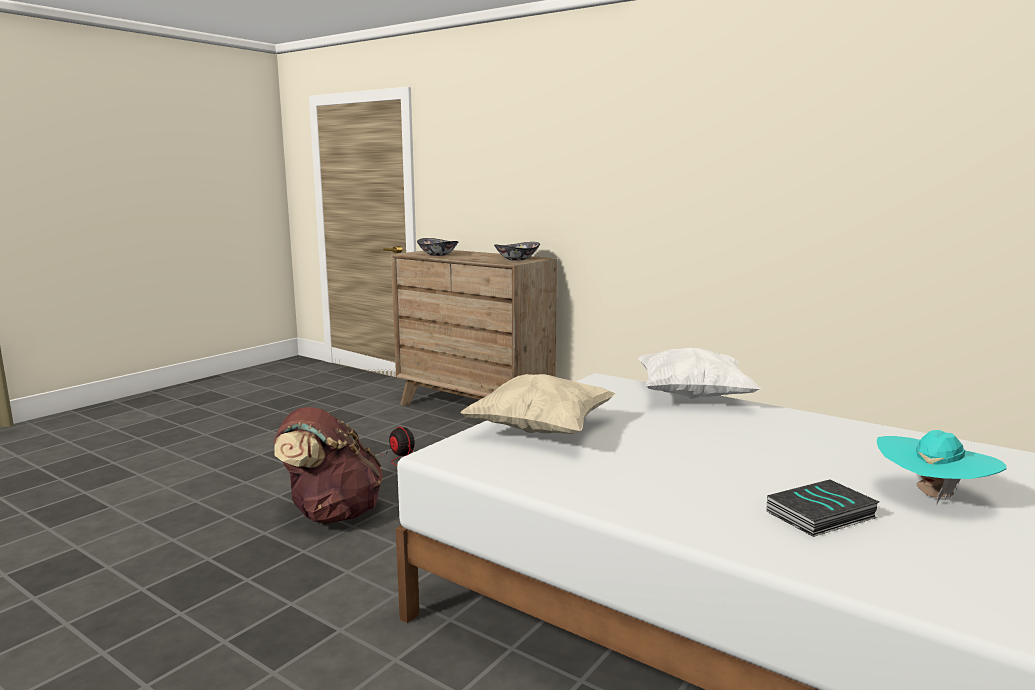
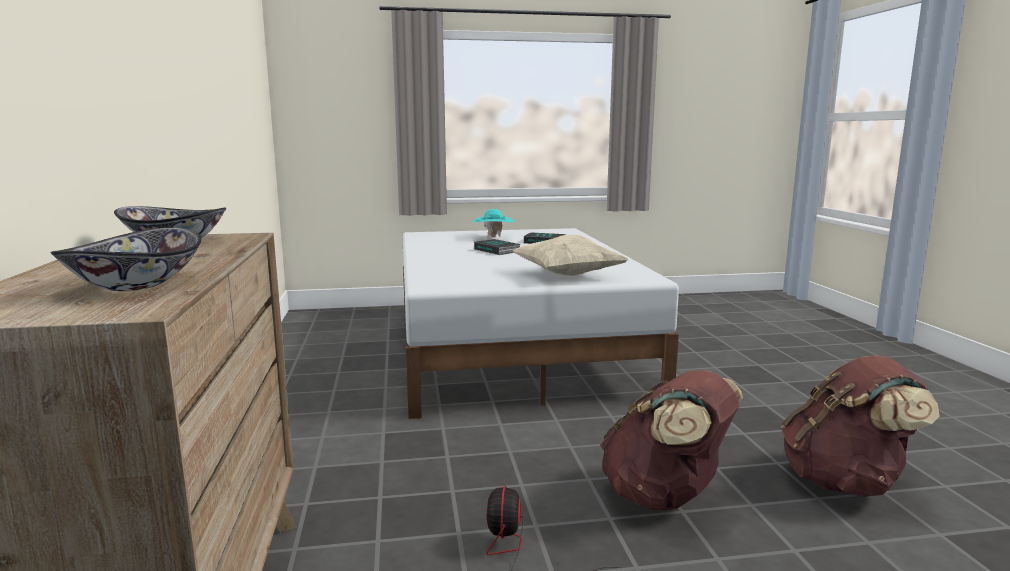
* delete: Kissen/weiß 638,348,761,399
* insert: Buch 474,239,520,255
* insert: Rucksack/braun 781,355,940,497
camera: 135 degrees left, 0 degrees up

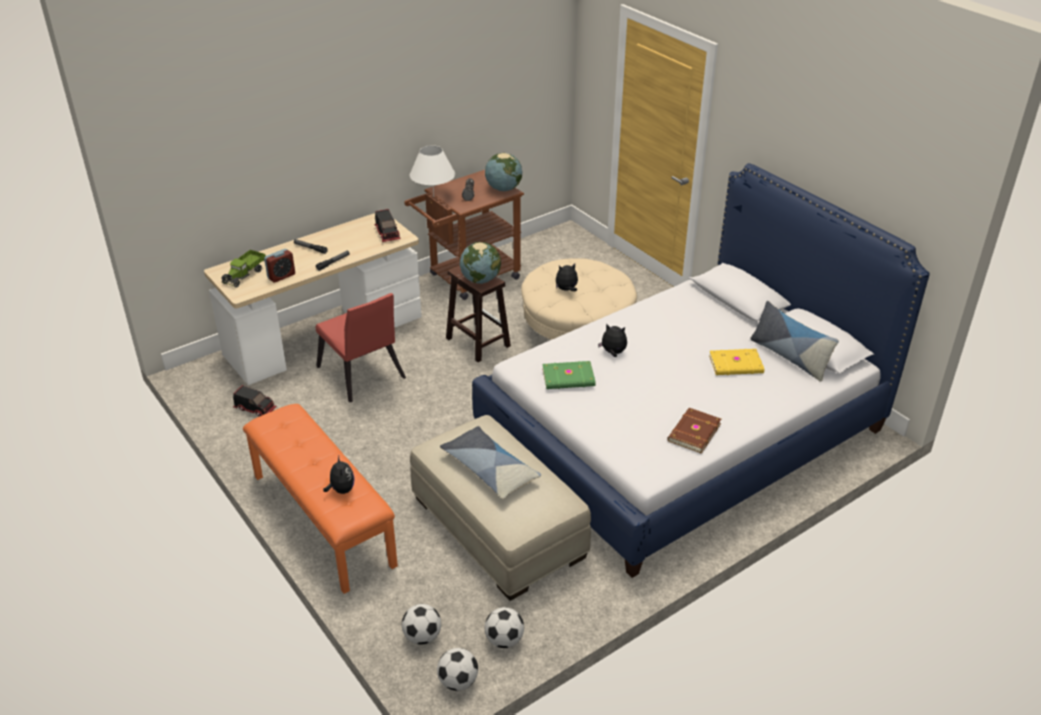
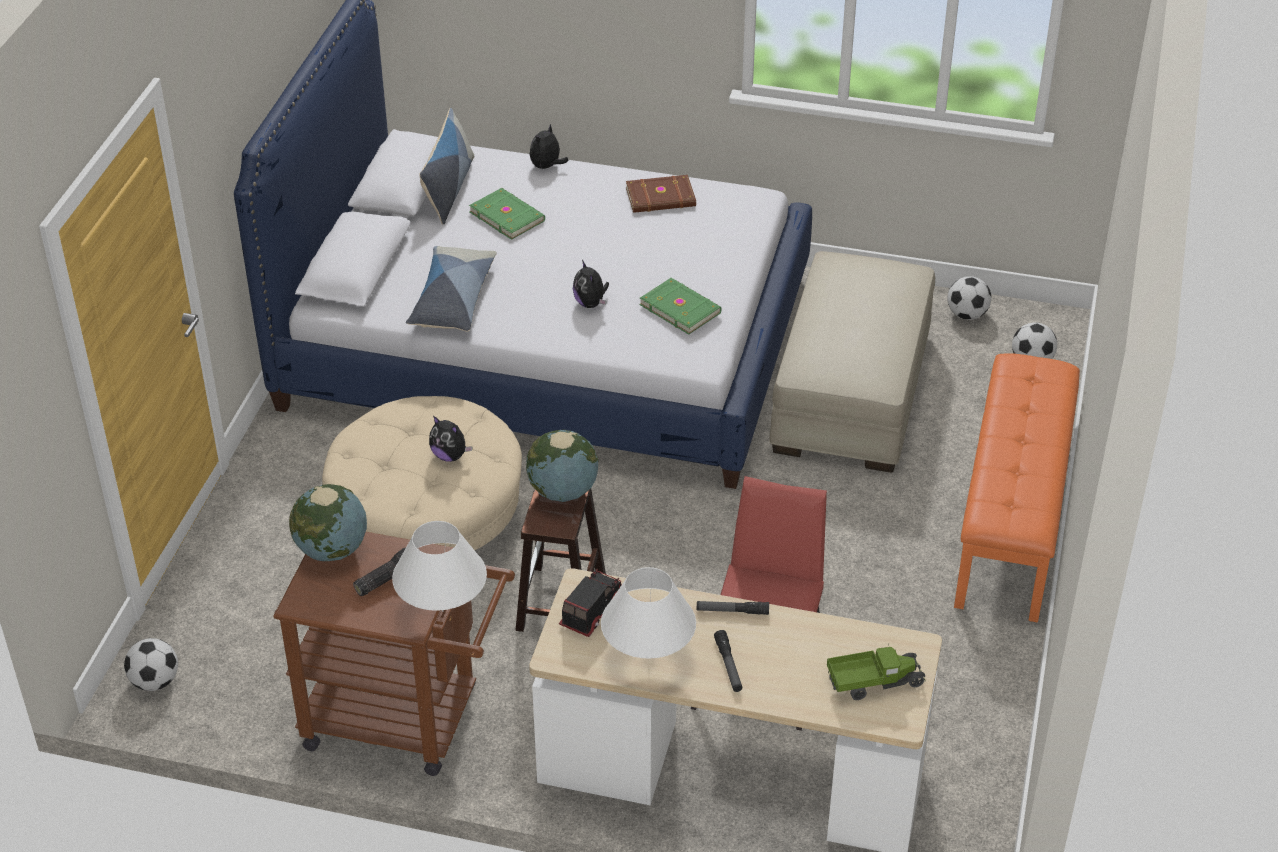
* delete: Spielzeuglaster 233,385,277,416
* delete: Wecker 264,249,295,282
* move: Plüschtier 323,456,354,494 to 530,124,569,169
* move: Fußball 437,648,478,691 to 124,638,178,691
* move: Kissen 440,426,541,499 to 406,246,497,332
* recolor: Buch/gelb 709,349,764,375 to Buch/grün 469,188,545,240
* insert: Tischlampe/weiß 601,567,696,659
camera: 130 degrees left, 5 degrees up

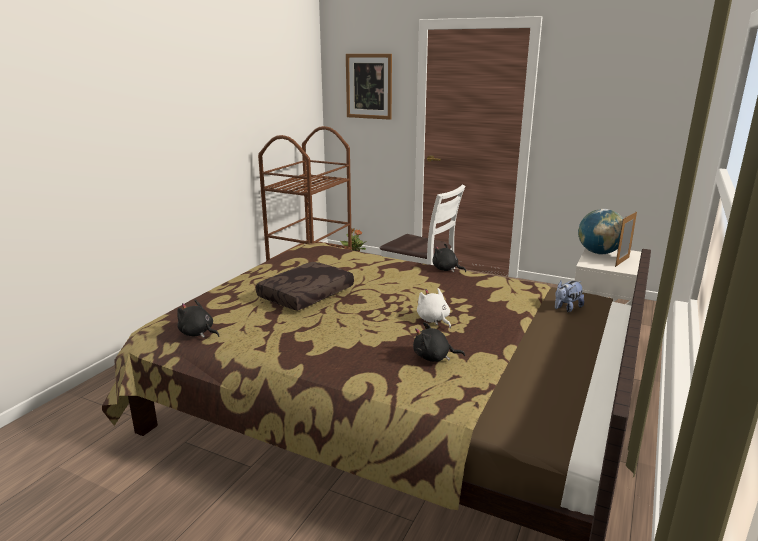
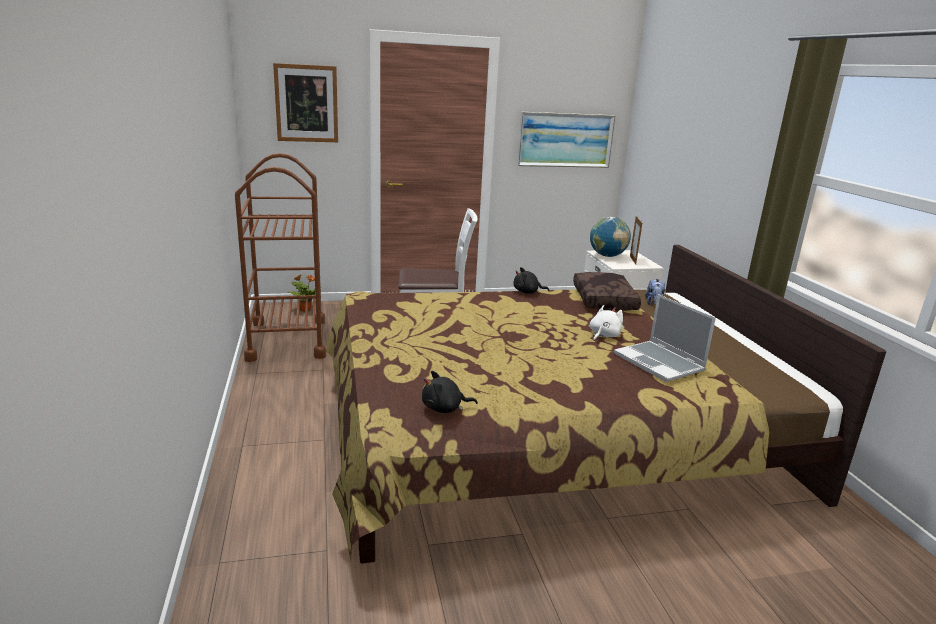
* move: Kissen/braun 256,262,354,311 to 573,272,641,311
* replace: Plüschtier/schwarz 413,322,465,362 to Laptop 614,294,716,382
* rotate: Plüschtier/weiß 417,288,451,328 = 590,305,623,341 105 degrees clockwise
* insert: Bild 517,112,616,168
camera: 40 degrees left, 0 degrees up

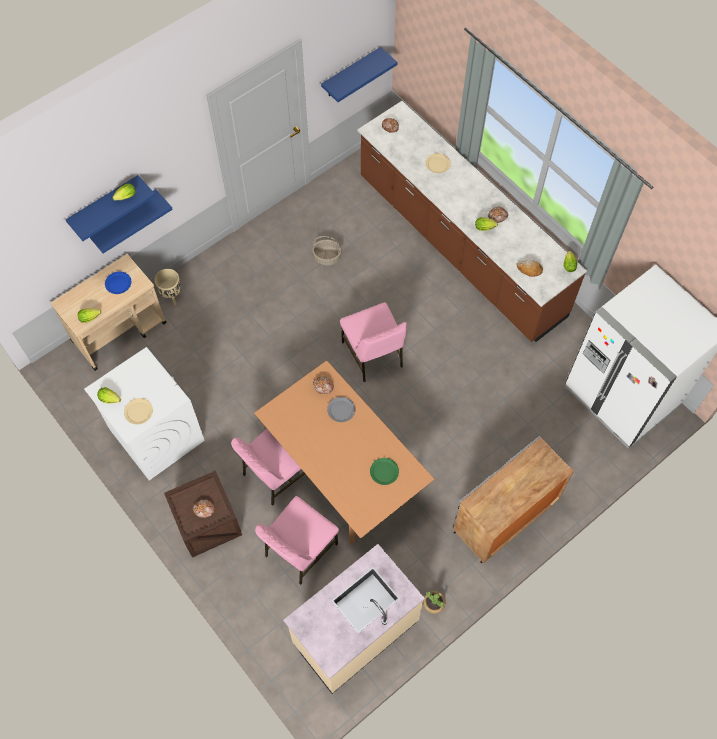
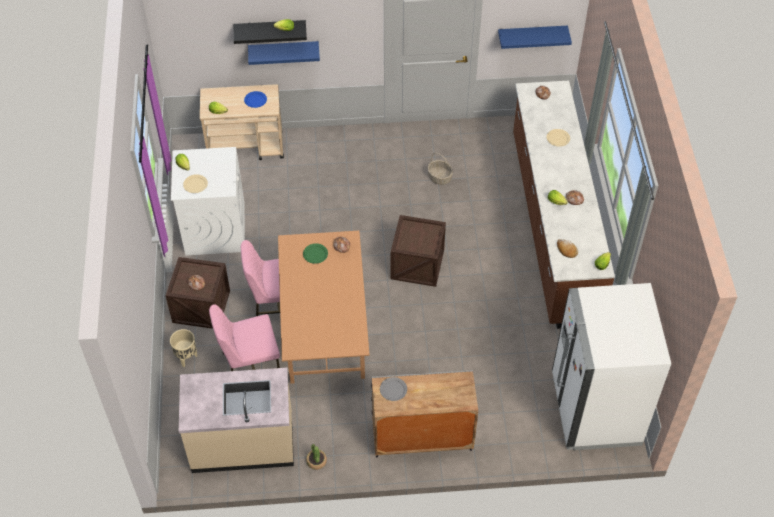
* recolor: Wandregal/blau 66,175,155,241 to Wandregal/schwarz 234,20,307,44
* move: Pflanzkübel/beige 154,269,181,305 to 170,329,197,367
* move: Teller/grau 327,397,355,422 to 380,377,407,401
* replace: Stuhl/rosa 340,302,407,382 to Kiste 391,215,446,287
* move: Teller/grün 370,458,399,485 to 303,243,328,264
camera: 35 degrees right, 10 degrees down

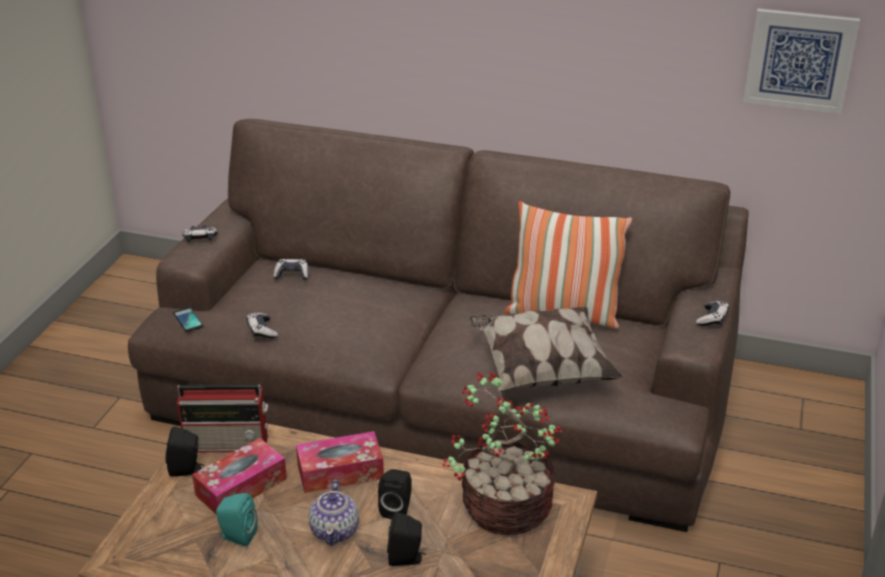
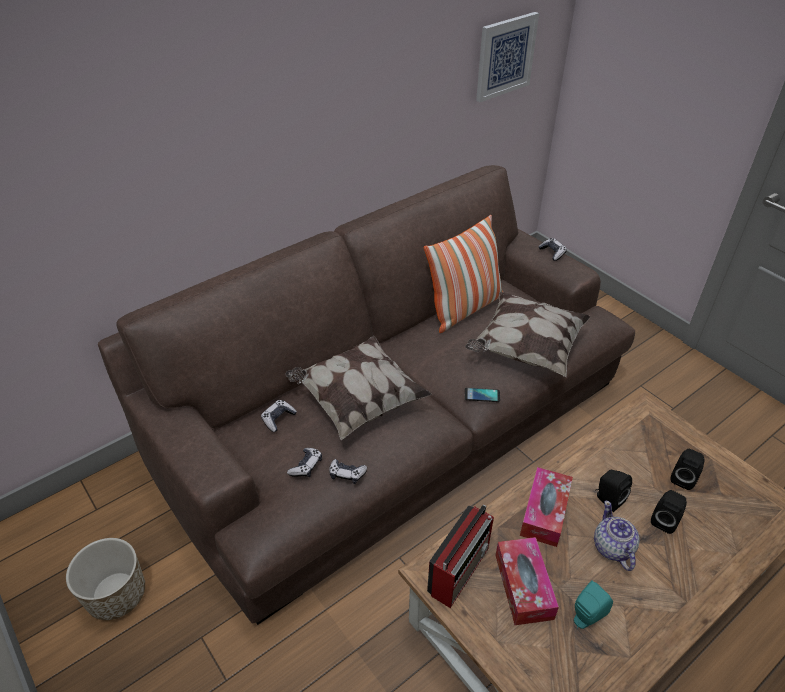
* move: Lautsprecher/schwarz 166,426,205,477 to 671,449,705,490
* move: Handy 173,307,203,332 to 465,388,500,402
* move: Gamepad 182,225,218,242 to 287,448,322,477
* rotate: Teekanne 309,480,359,546 = 594,501,640,571 135 degrees counterclockwise
* delete: Topfpflanze 442,372,562,535
* insert: Pflanzkübel 66,538,145,620
* insert: Kissen 285,336,432,440
camera: 55 degrees left, 10 degrees up

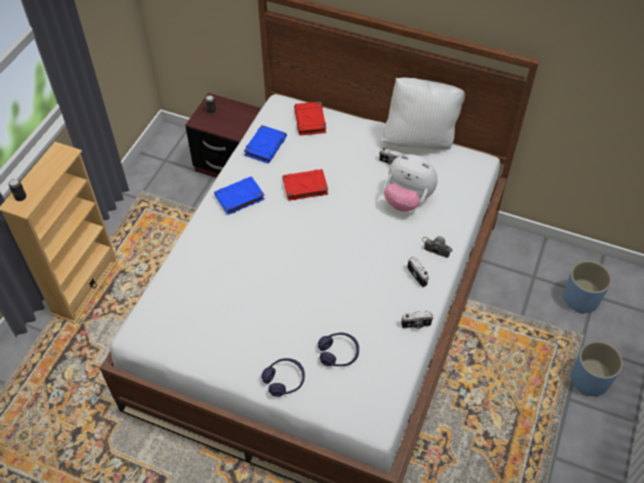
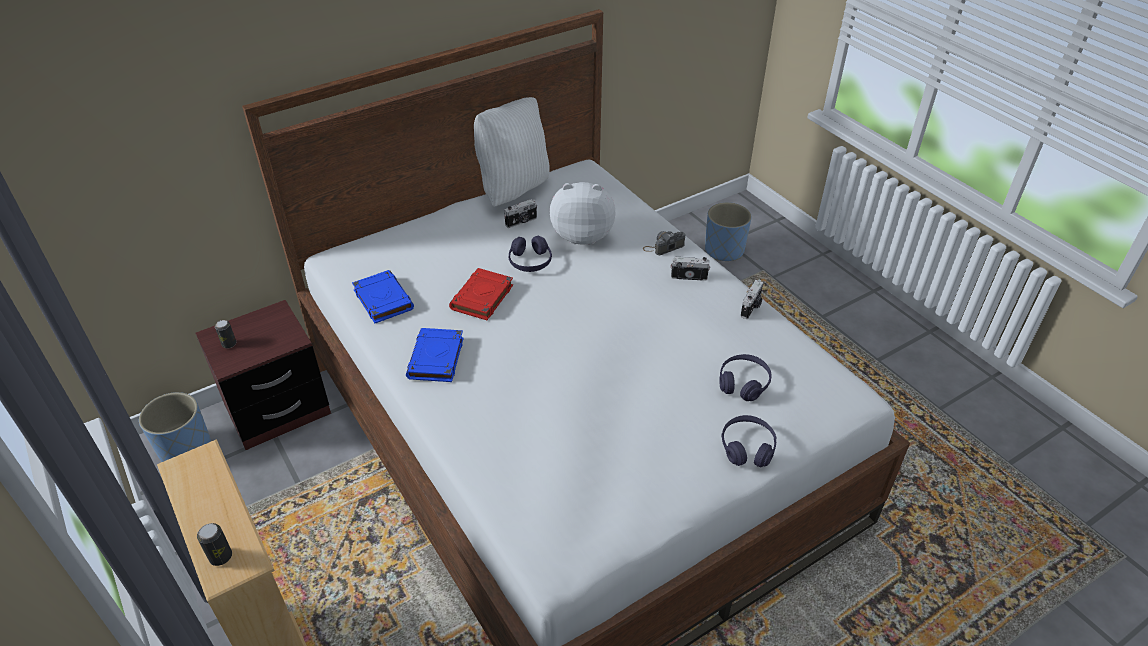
* delete: Buch/rot 294,102,326,136
* rotate: Plüschtier 384,154,438,212 = 550,182,616,245 150 degrees counterclockwise
* move: Pflanzkübel/blau 571,341,623,396 to 139,392,211,462
* insert: Kopfhörer/lila 509,236,552,272
camera: 55 degrees left, 10 degrees down

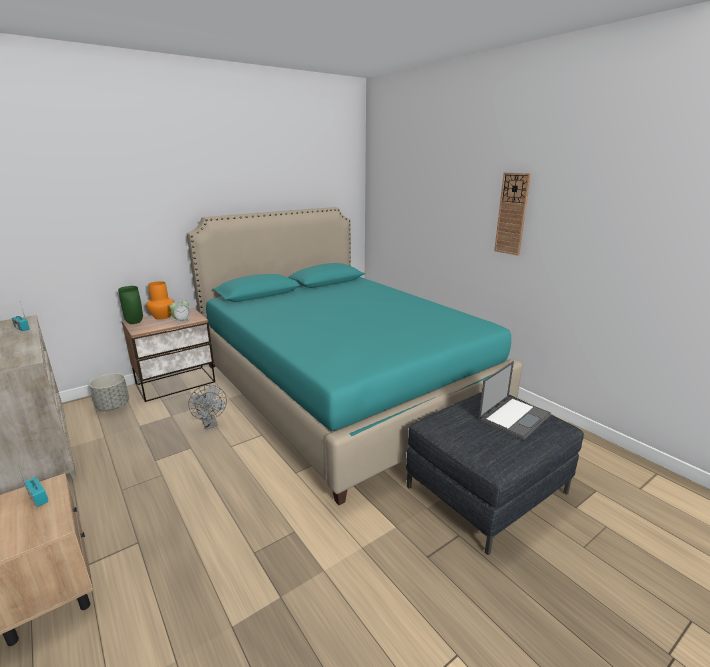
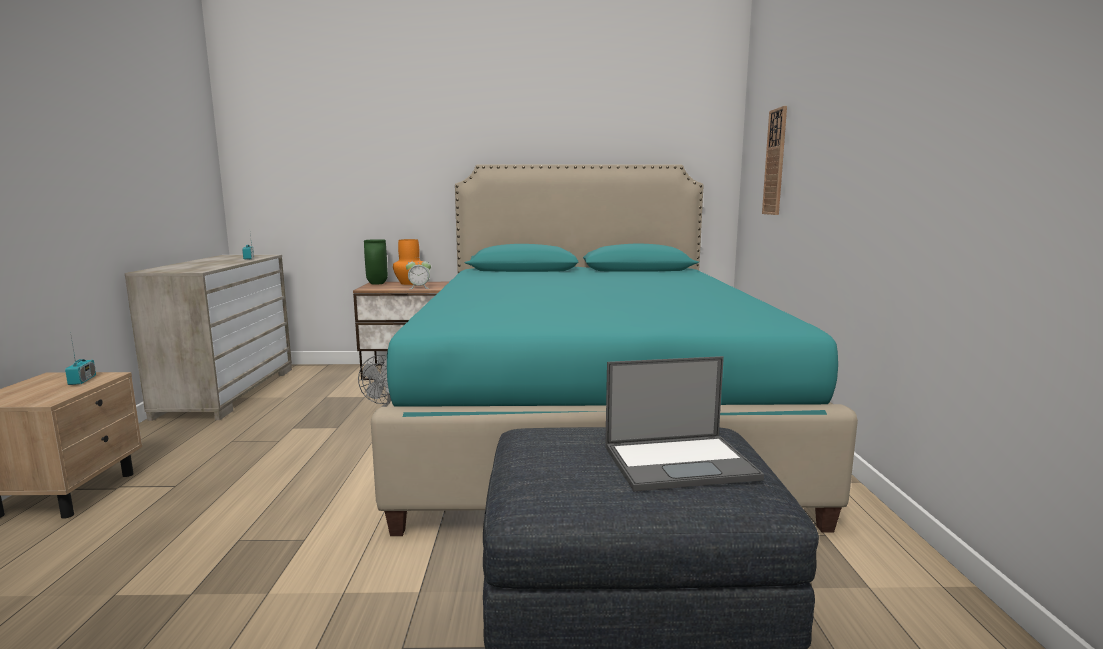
* delete: Pflanzkübel/grau 89,373,129,410
* move: Wanduhr 494,173,531,256 to 762,106,787,215
camera: 35 degrees right, 10 degrees down

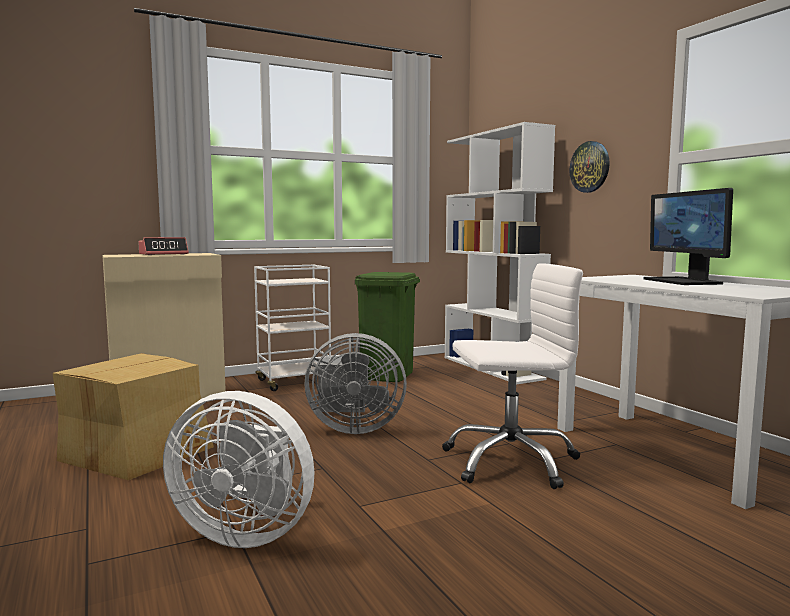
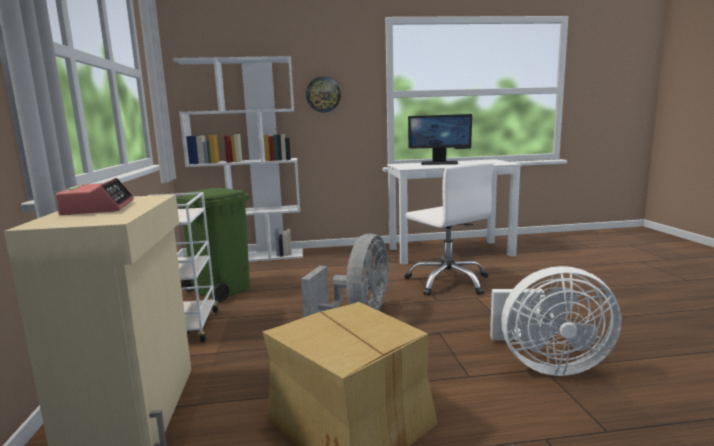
* rotate: Ventilator/weiß 163,391,314,548 = 490,266,621,376 60 degrees clockwise
* rotate: Bürostuhl/weiß 442,263,583,489 = 405,162,494,296 135 degrees clockwise
camera: 70 degrees left, 5 degrees up

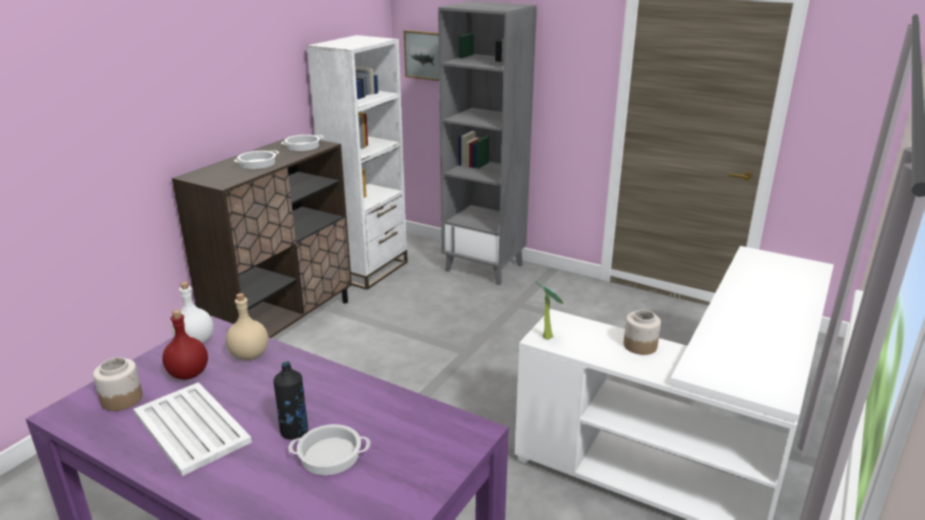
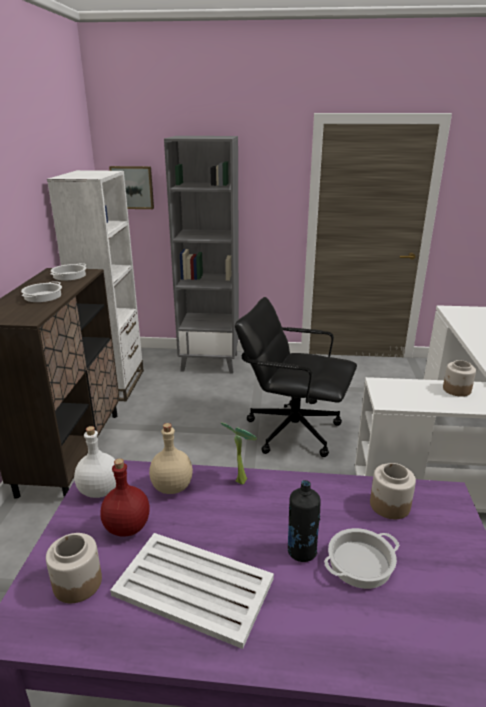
* move: Topfpflanze 535,280,564,340 to 221,422,257,485
* insert: Bürostuhl/schwarz 235,297,357,457
* insert: Vorratsglas 370,463,416,519
camera: 25 degrees left, 0 degrees up

